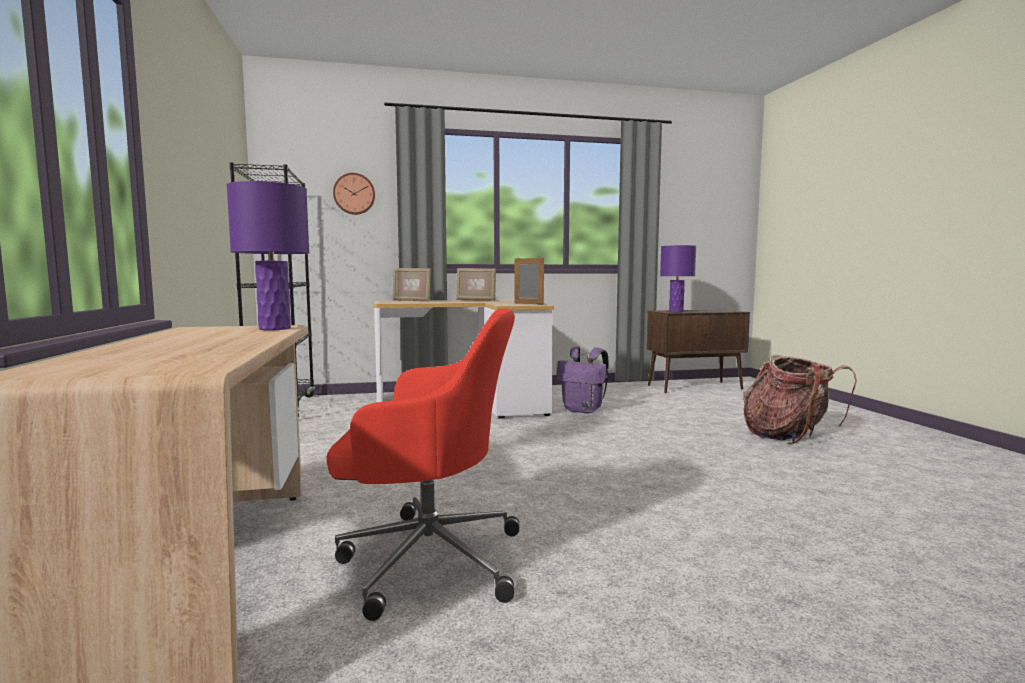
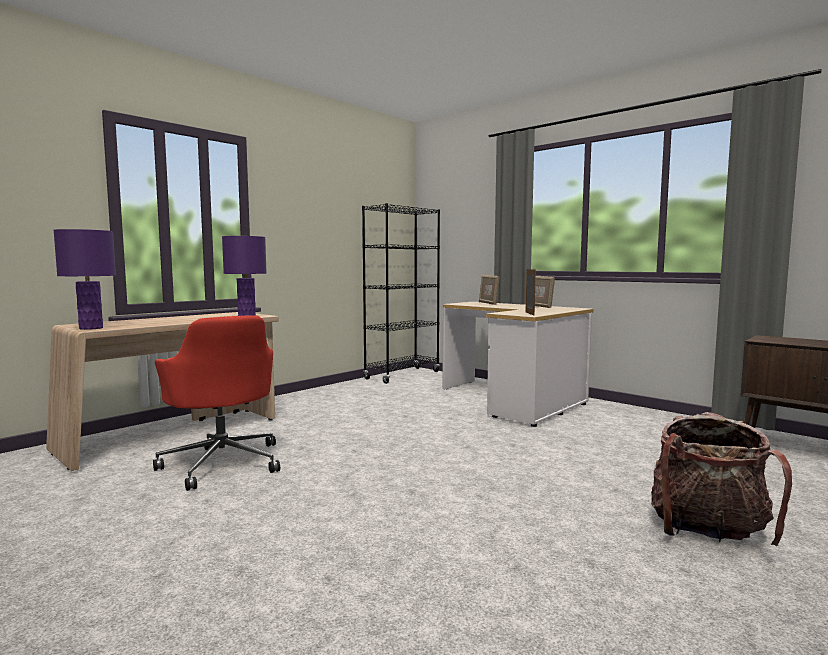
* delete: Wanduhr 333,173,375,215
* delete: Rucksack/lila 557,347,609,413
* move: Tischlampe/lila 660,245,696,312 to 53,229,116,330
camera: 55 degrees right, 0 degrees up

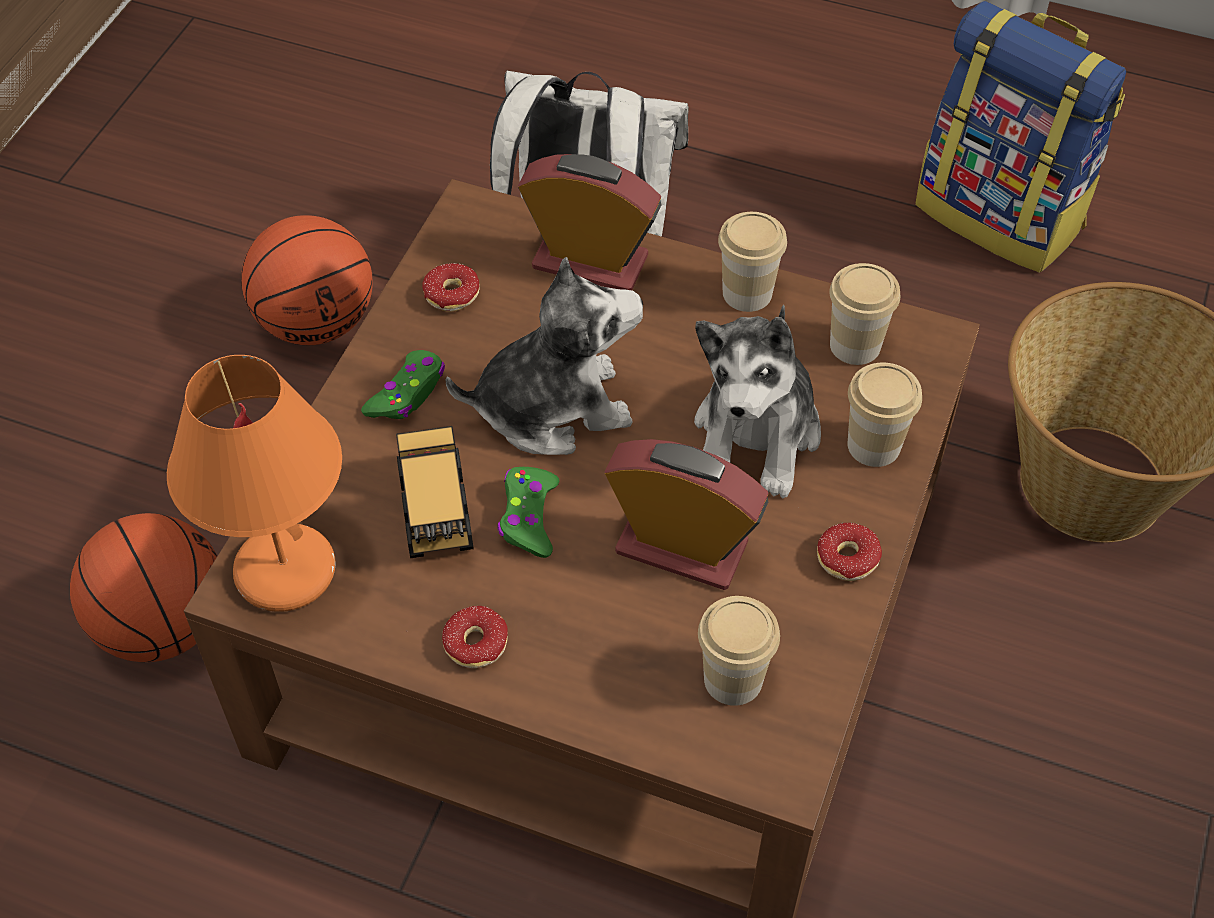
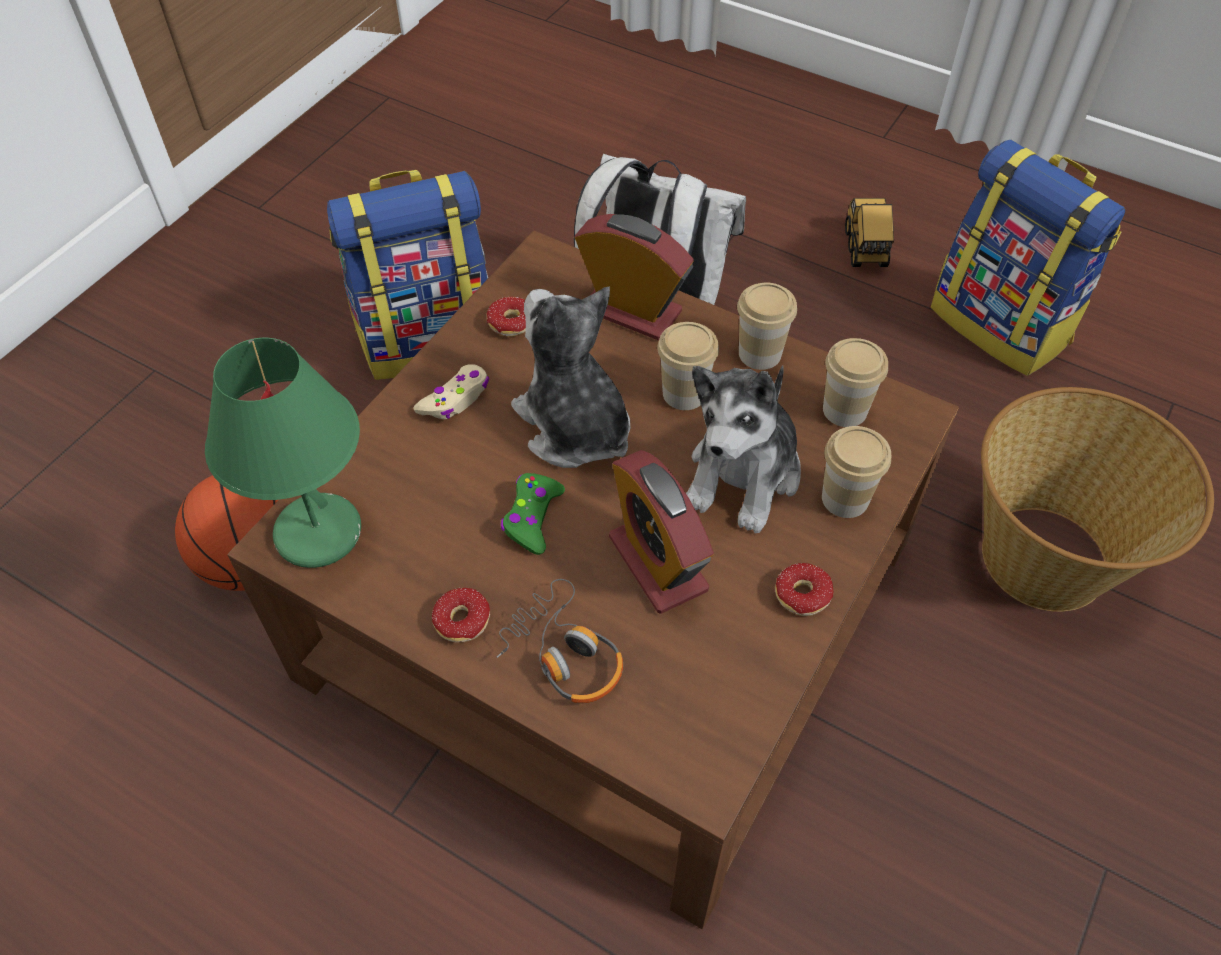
* recolor: Tischlampe/orange 167,355,342,612 to Tischlampe/grün 205,338,361,568
* replace: Basketball 241,215,373,345 to Rucksack 327,170,488,380
* recolor: Gamepad/grün 361,350,445,419 to Gamepad/beige 413,364,489,419
* move: Spielzeuglaster 396,426,473,558 to 845,198,894,267
* rotate: Plüschtier 445,257,643,455 = 511,286,630,468 120 degrees counterclockwise
* rotate: Wecker 604,439,769,590 = 609,450,714,614 150 degrees counterclockwise
* move: Tasse 698,596,780,706 to 657,322,719,410
* insert: Kopfhörer 497,579,623,703
camera: 10 degrees right, 0 degrees up

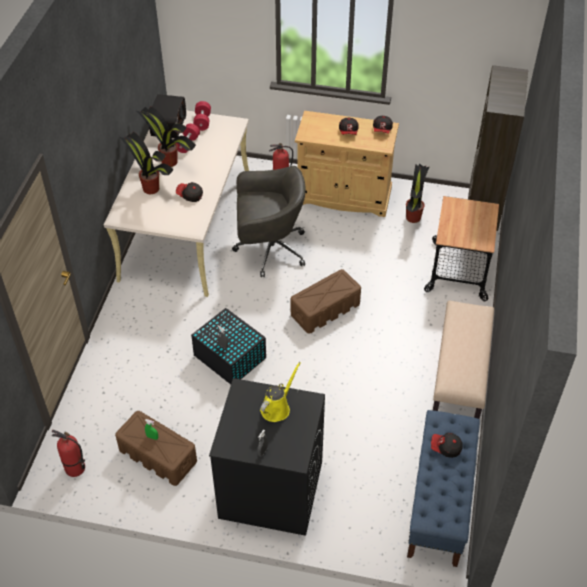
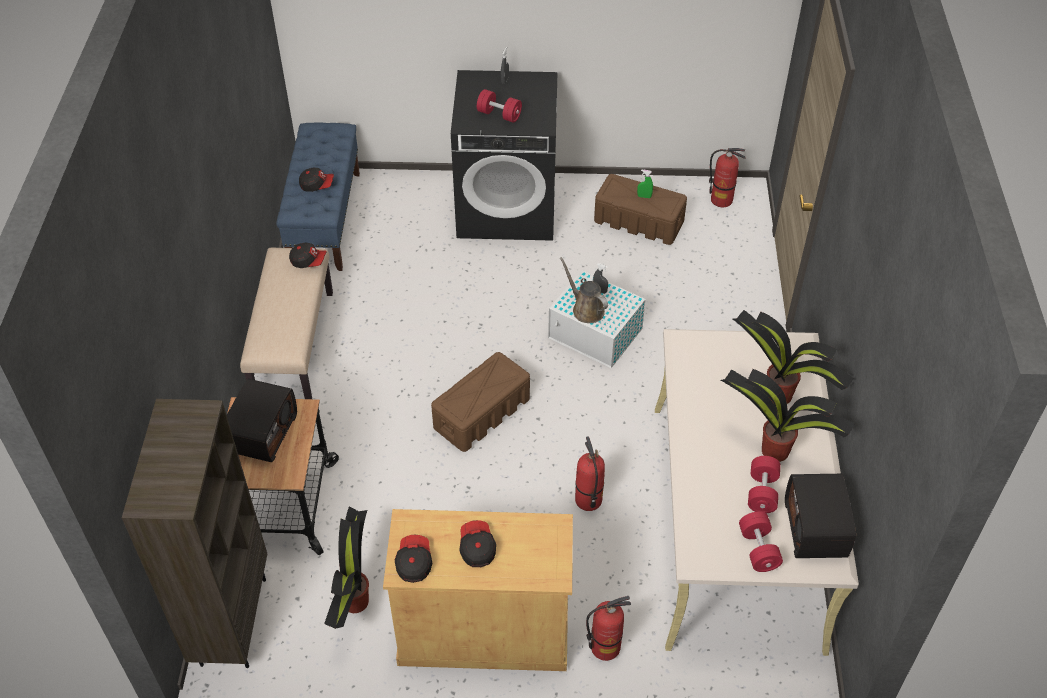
* move: Kappe 176,182,203,202 to 289,242,327,268
* recolor: Aufbewahrungsbox/schwarz 191,308,266,384 to Aufbewahrungsbox/weiß 548,270,646,368
* replace: Bürostuhl/grau 232,166,306,277 to Feuerlöscher 575,437,605,511
* replace: Gießkanne/gelb 260,362,301,422 to Hantel/rot 477,89,522,123
* insert: Radio 227,379,297,462
* insert: Gießkanne/braun 560,257,608,323
camera: 170 degrees right, 0 degrees up

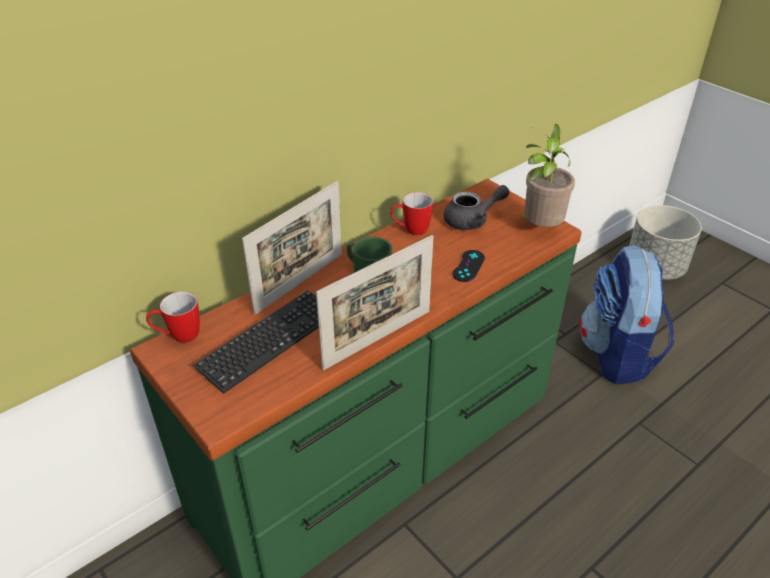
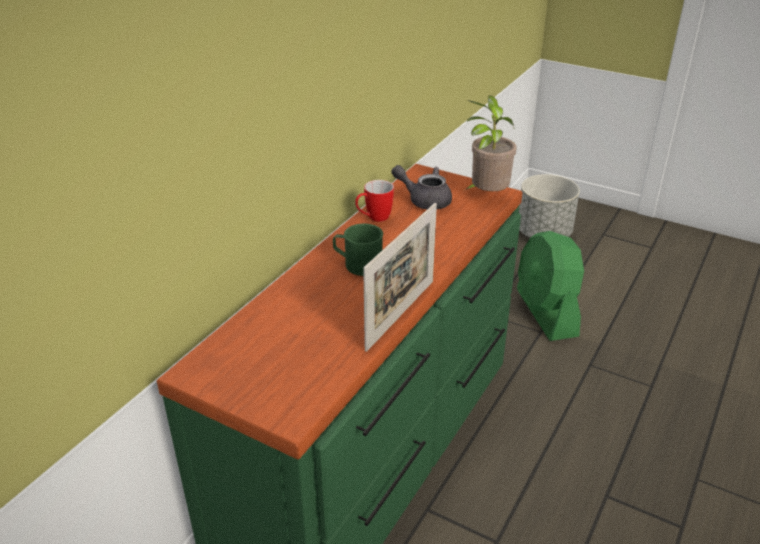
* delete: Henkelbecher 146,292,200,343
* delete: Tastatur 193,291,319,394
* delete: Bilderrahmen 242,181,342,315
* rotate: Teekanne/grau 444,185,510,230 = 391,165,452,210 120 degrees counterclockwise
* delete: Gamepad/schwarz 452,250,485,282
* replace: Rucksack 579,245,674,384 to Ventilator/grün 517,231,584,341
camera: 20 degrees left, 5 degrees down

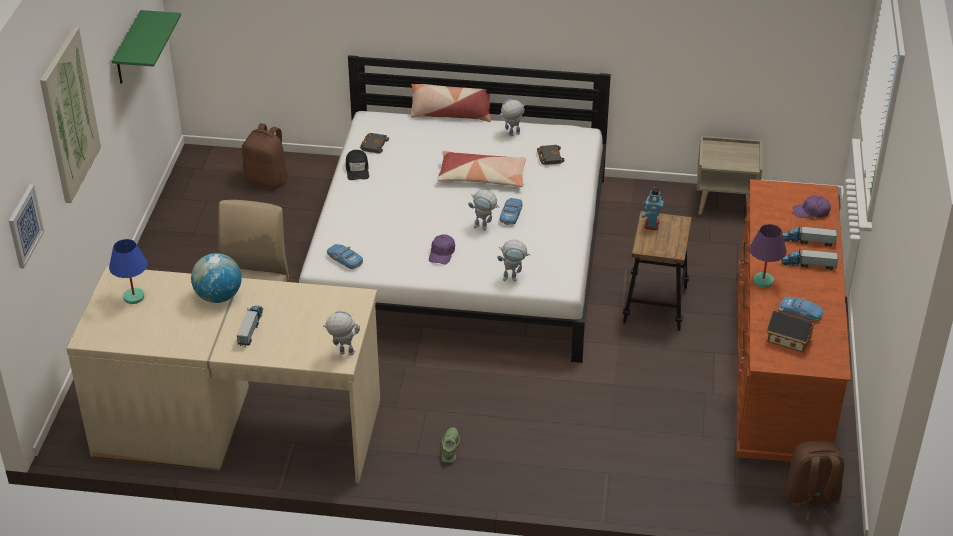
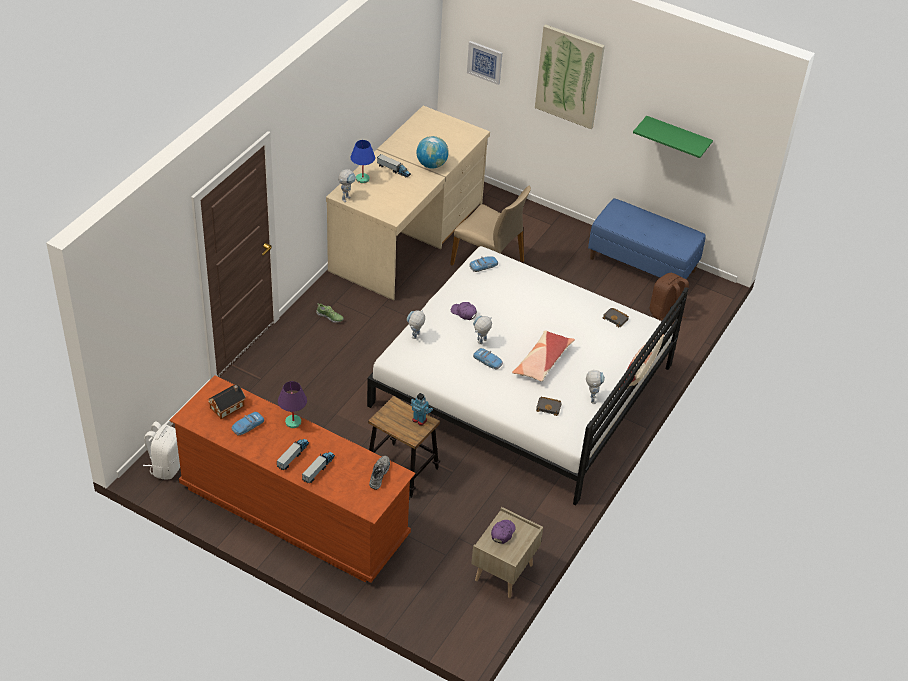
* move: Tischlampe/blau 109,239,148,304 to 350,140,375,183
* delete: Kappe/schwarz 346,150,369,180
* recolor: Rucksack/braun 785,441,844,521 to Rucksack/weiß 143,422,180,479
* move: Kappe/lila 793,195,831,218 to 491,520,515,544
* insert: Schuh/grau 369,456,390,490
* insert: Bank/blau 588,198,706,279
camera: 110 degrees right, 5 degrees up

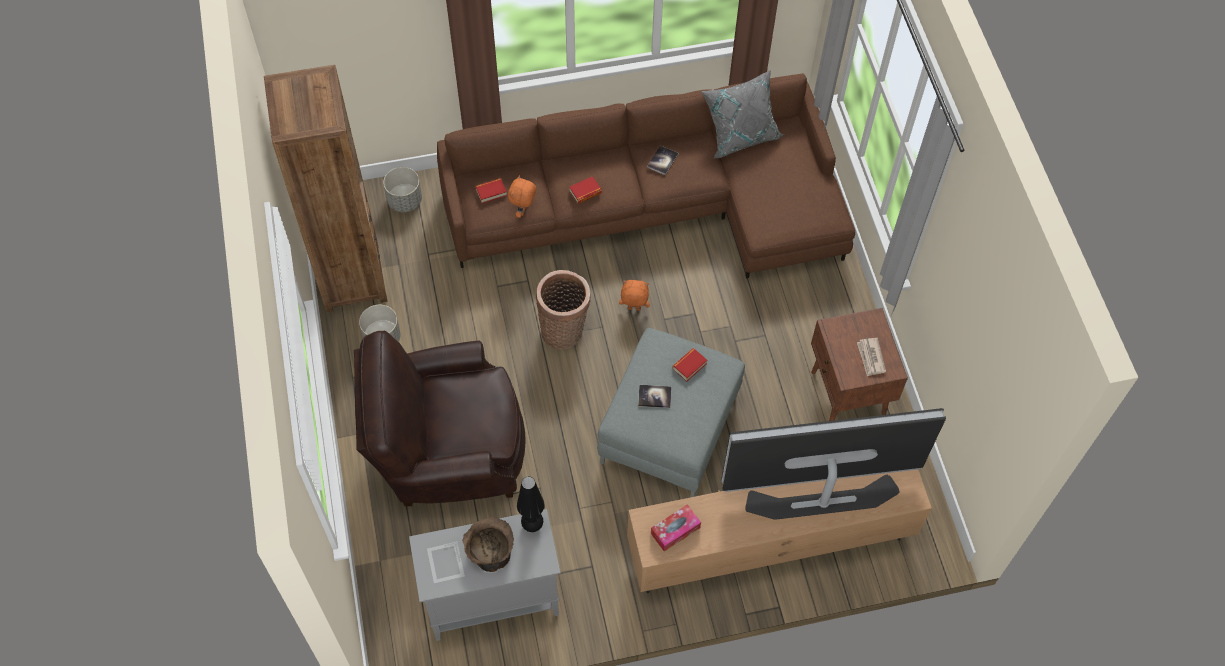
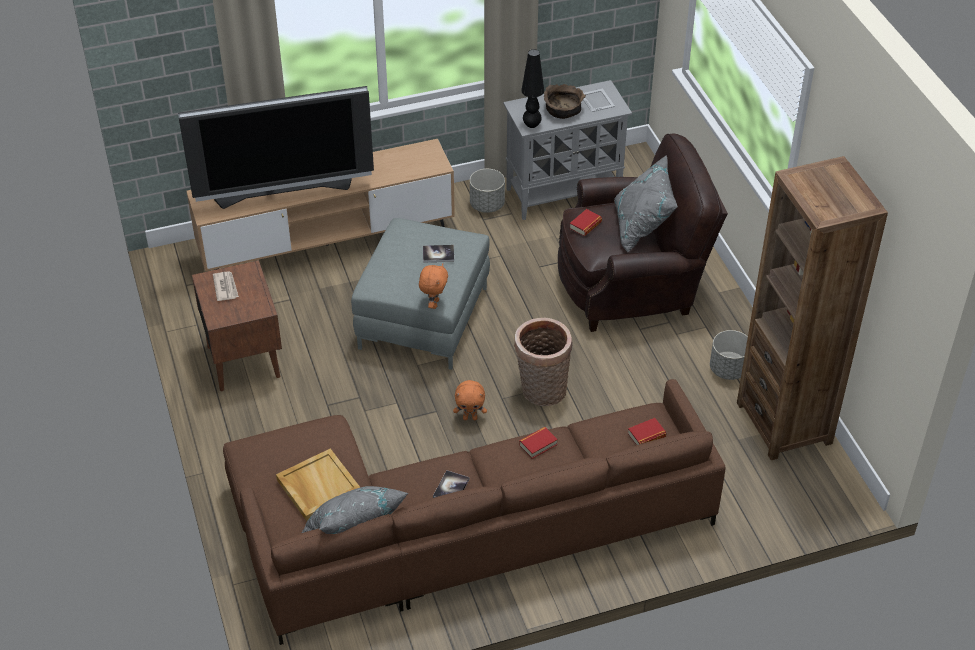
* move: Pflanzkübel/grau 383,167,422,212 to 470,169,505,213
* move: Plüschtier/orange 508,175,536,218 to 419,263,448,309
* delete: Taschentuchbox 651,504,701,551
* move: Buch 672,348,707,381 to 570,209,602,236
* insert: Tablett/beige 276,448,360,521
* insert: Kissen/grau 614,155,678,253
camera: 175 degrees right, 15 degrees down

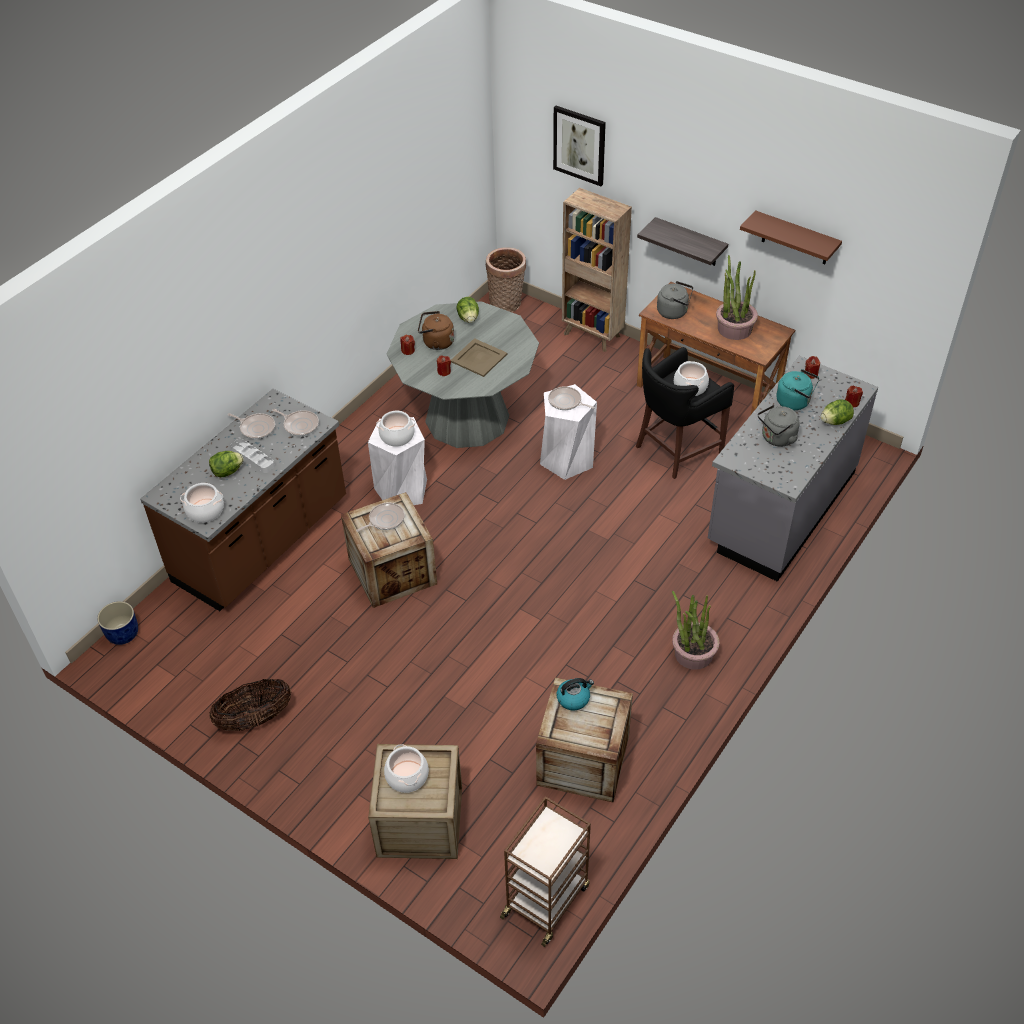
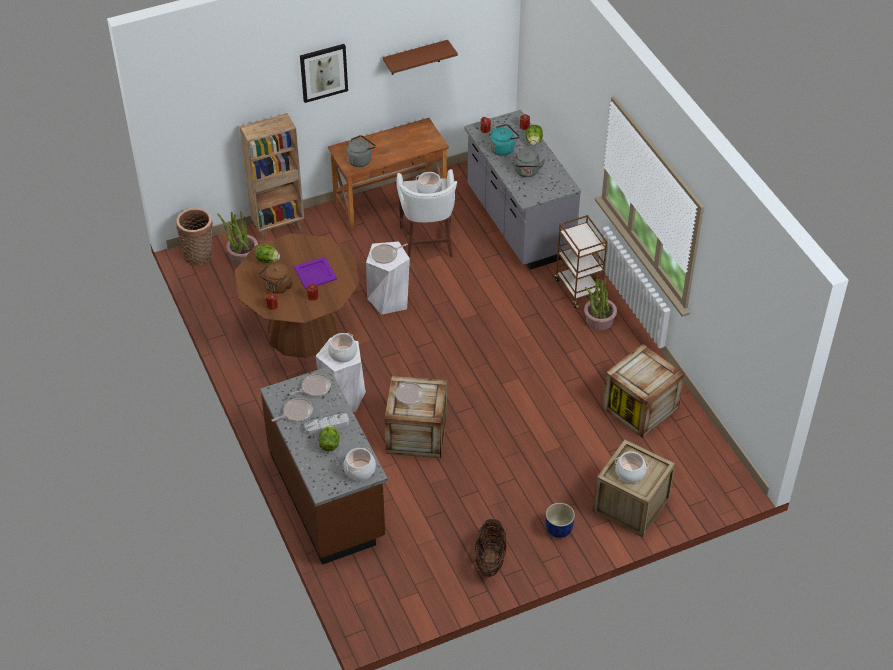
* move: Pflanzkübel/blau 97,601,138,645 to 546,503,575,538
* recolor: Esstisch/grau 387,301,539,448 to Esstisch/braun 235,234,360,358
* recolor: Tablett/beige 451,338,507,377 to Tablett/lila 294,257,337,289
* move: Rollwagen/braun 500,796,591,947 to 555,215,607,308
* move: Bild 553,106,606,186 to 300,44,348,103
* delete: Wasserkessel 557,678,594,710
* recolor: Hocker/schwarz 636,347,734,479 to Hocker/weiß 397,169,457,258
* delete: Wandregal 637,217,728,266
* move: Topfpflanze 716,255,758,340 to 217,211,258,265
camera: 60 degrees left, 0 degrees up

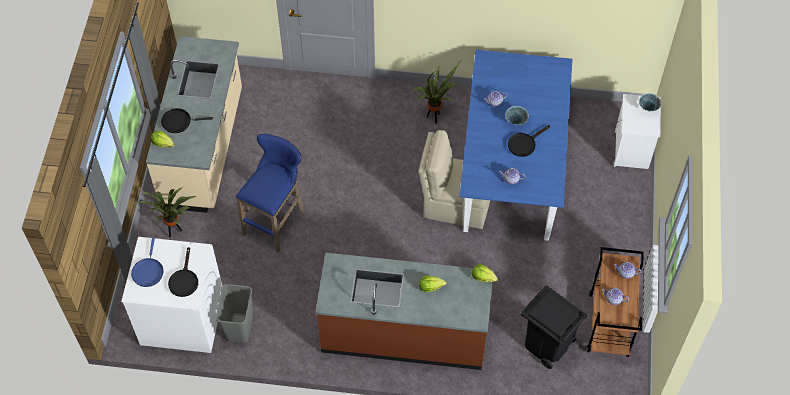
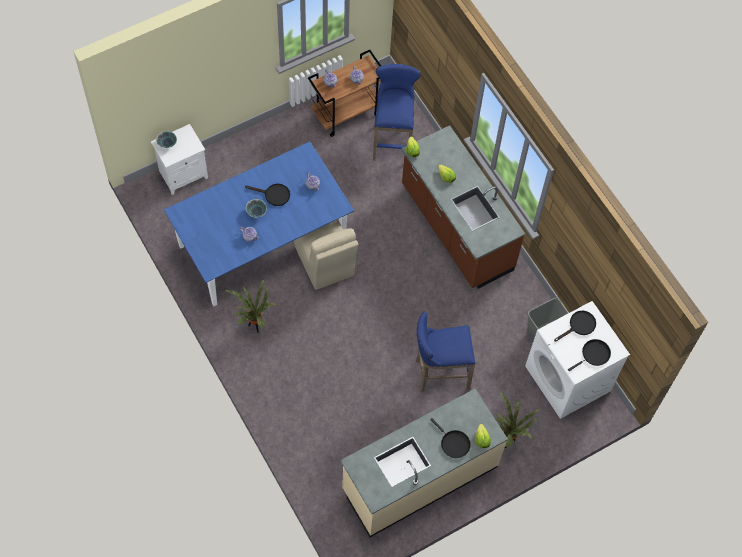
* recolor: Pfanne/blau 131,238,163,287 to Pfanne/schwarz 568,339,611,371
* replace: Mülleimer/schwarz 521,286,587,369 to Hocker/blau 373,64,421,161
camera: 130 degrees left, 5 degrees up

